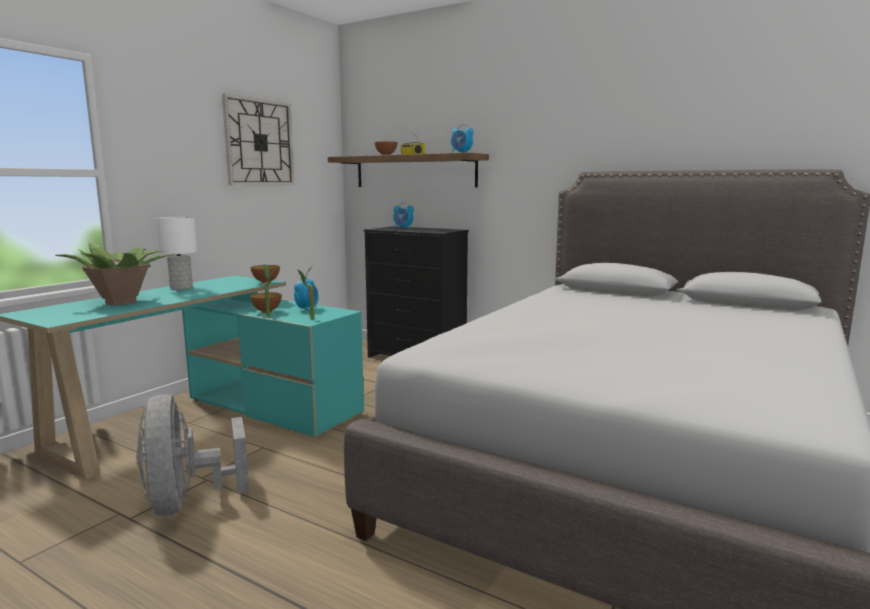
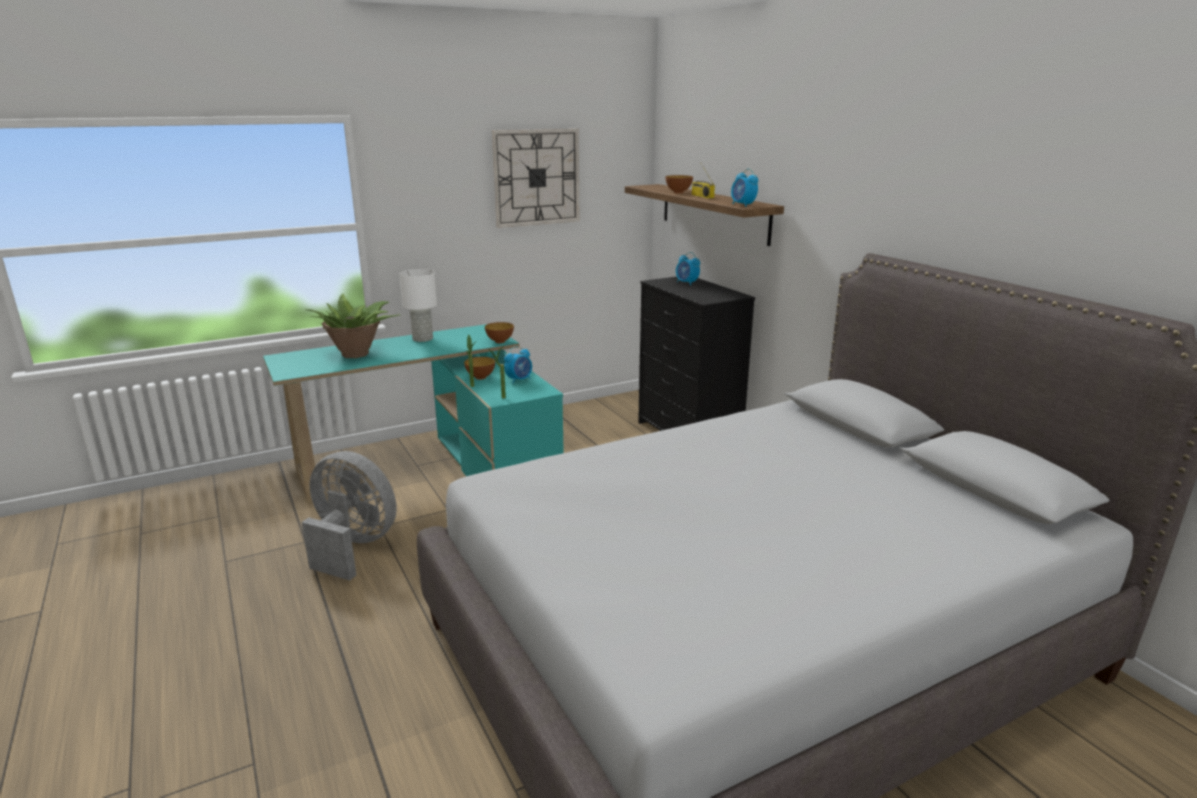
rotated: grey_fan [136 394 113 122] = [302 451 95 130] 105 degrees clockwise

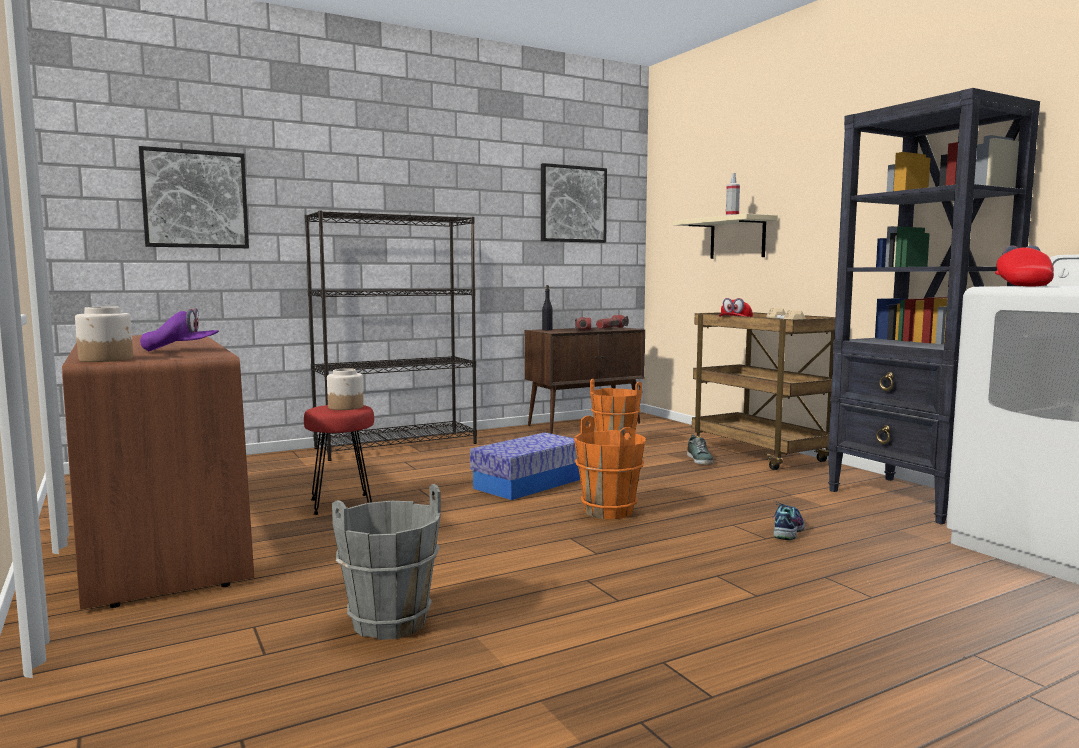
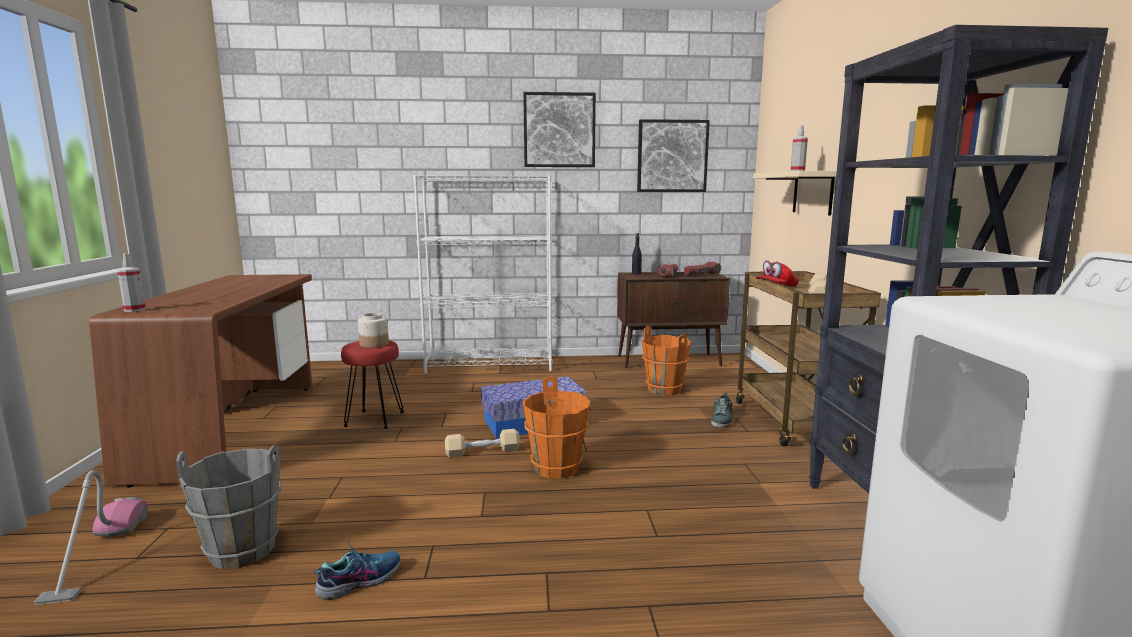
gone: purple_cap [140 308 79 43]; red_cap [995 245 59 42]
new: vacuum_cleaner [34 470 114 135]; beige_dumbbell [445 429 75 28]
shifted: picture [139 146 110 102] to [523 92 73 75]; shoe [772 500 33 40] to [314 542 87 58]
swapped: jar [75 306 58 56] to spray_bottle [117 253 29 59]
repainted: black_bookcase [305 211 172 250] to white_bookcase [413 175 139 199]

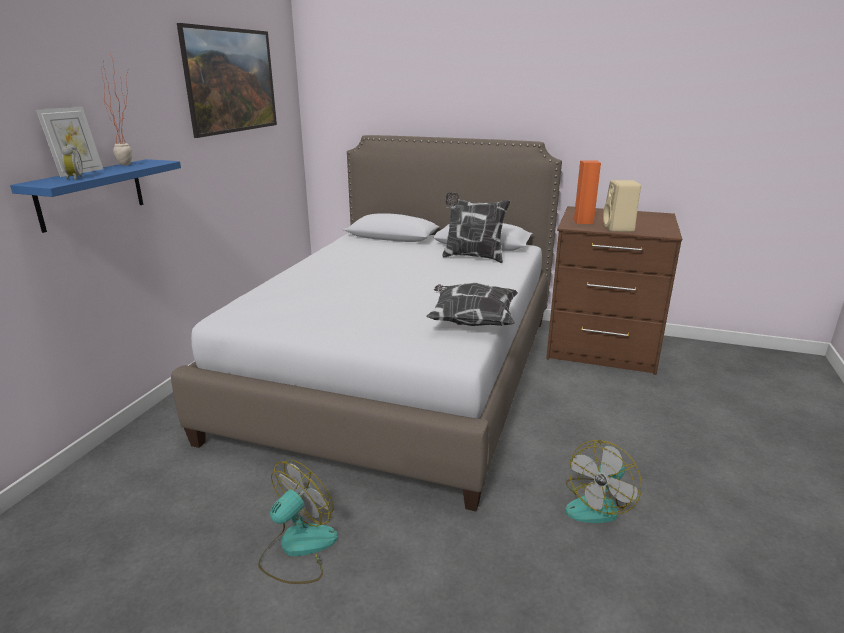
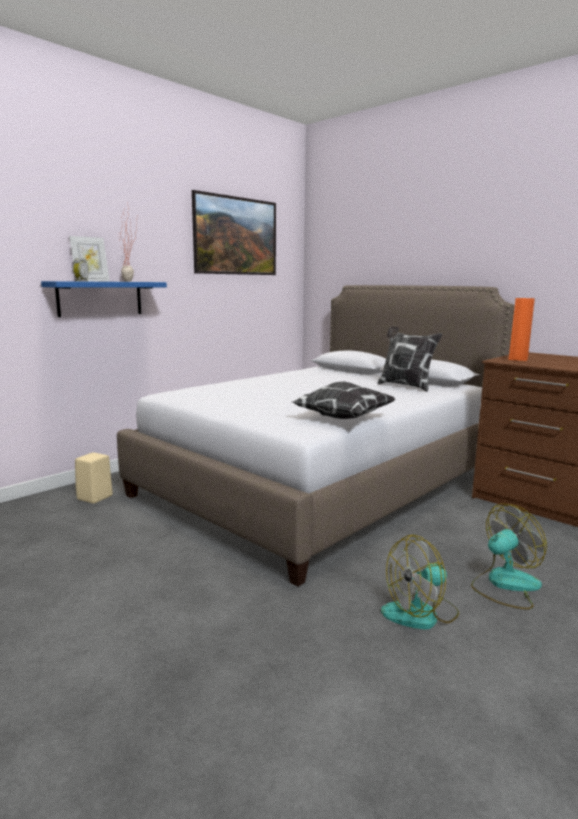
shifted: fan [258 460 80 124] to [471 503 76 106]; beige_speaker [603 180 38 52] to [75 452 38 52]

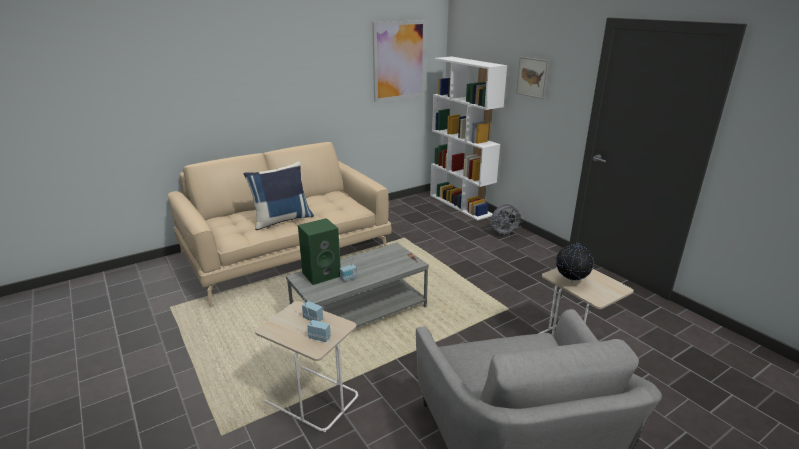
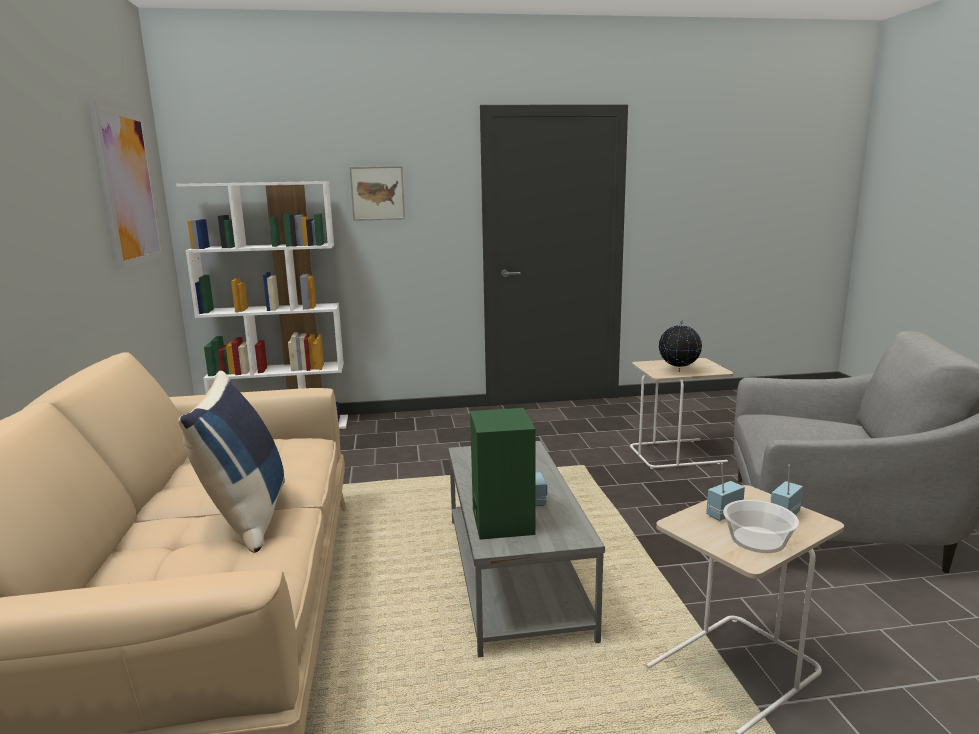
gone: grey_fan [491 204 32 32]
new: bowl [723 500 76 53]

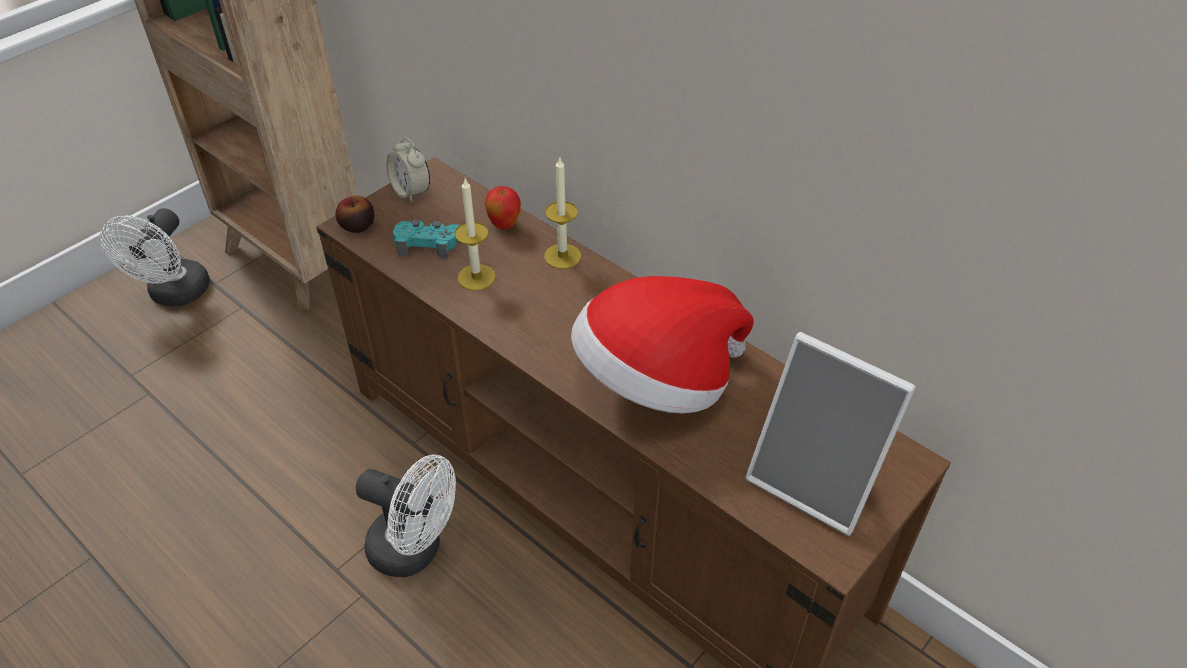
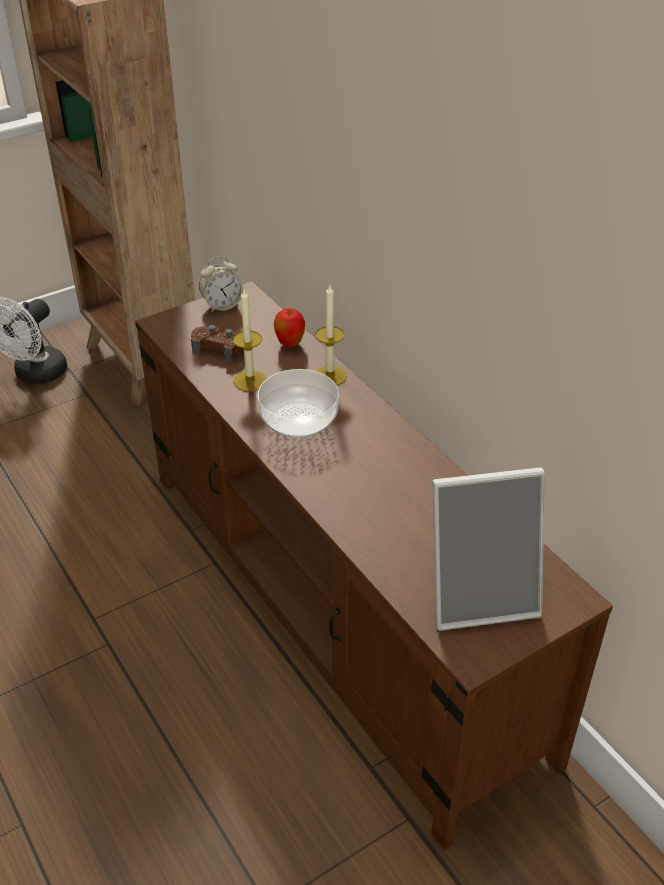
gone: apple [336 195 39 38]; white_fan [356 455 100 122]; hat [571 276 183 137]
new: bowl [257 369 82 69]
repainted: turquoise_game_controller [393 219 67 40] to brown_game_controller [191 325 52 37]
rotated: alarm_clock [386 137 44 66] = [199 256 44 57] 90 degrees counterclockwise; picture_frame [745 332 171 204] = [432 467 113 164] 60 degrees counterclockwise

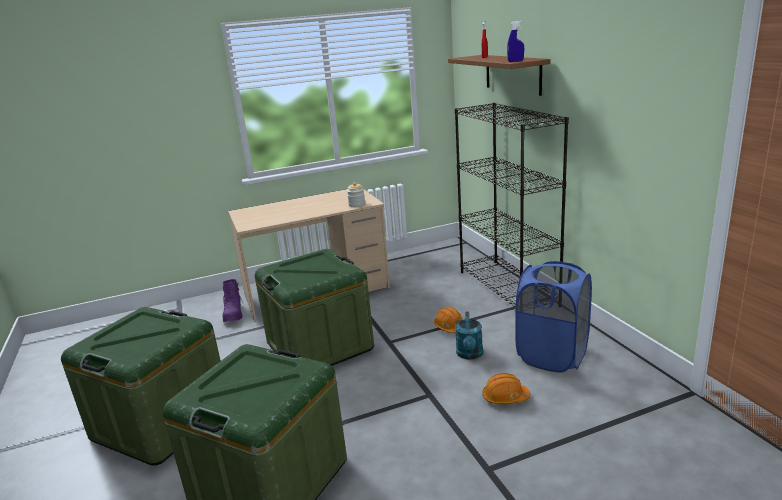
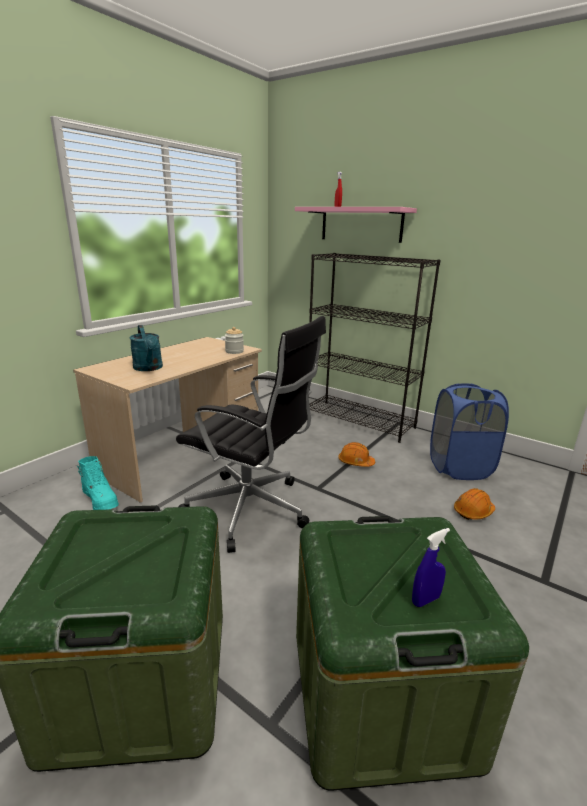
shifted: turquoise_watering_can [455 311 28 49] to [129 325 34 46]; blue_spray_bottle [507 21 17 41] to [412 528 38 79]
swapped: green_storage_box [255 249 119 117] to black_office_chair [176 316 150 237]
repainted: purple_boot [223 279 20 43] to turquoise_boot [77 456 42 54]; brown_shelf [448 55 103 41] to pink_shelf [295 207 122 36]

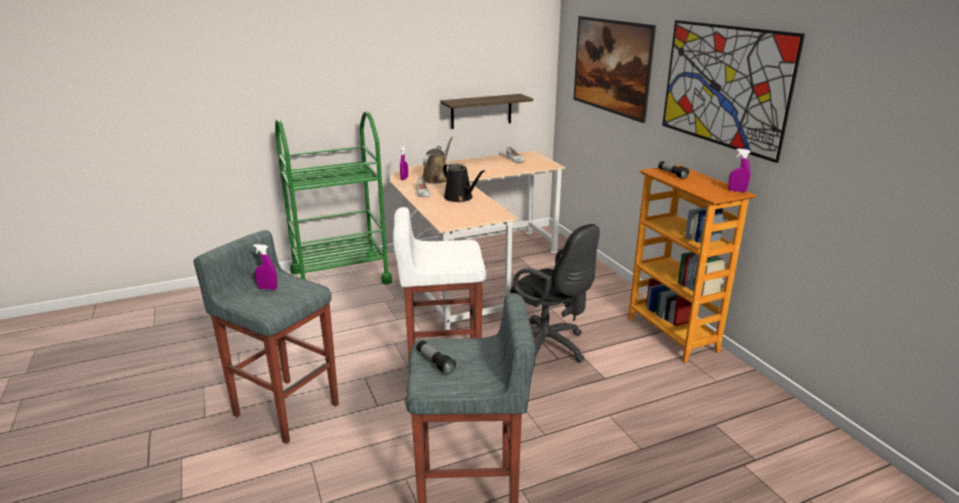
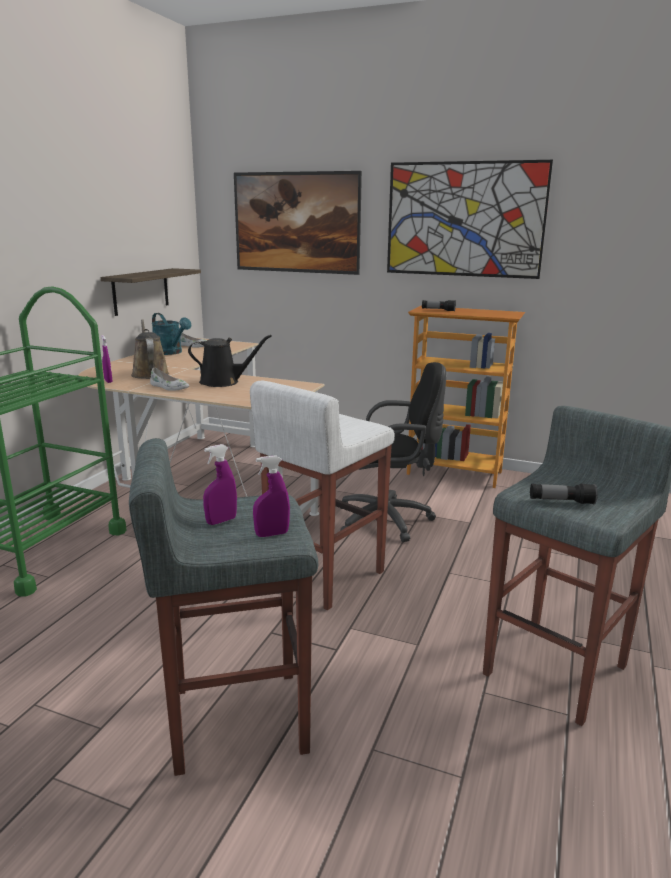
new: turquoise_watering_can [152 313 39 42]
shifted: purple_spray_bottle [728 148 23 44] to [253 455 37 82]

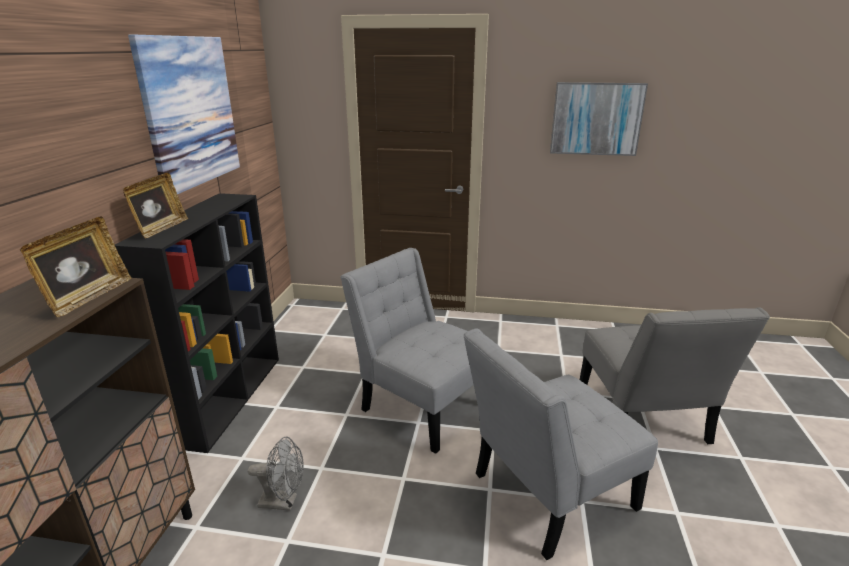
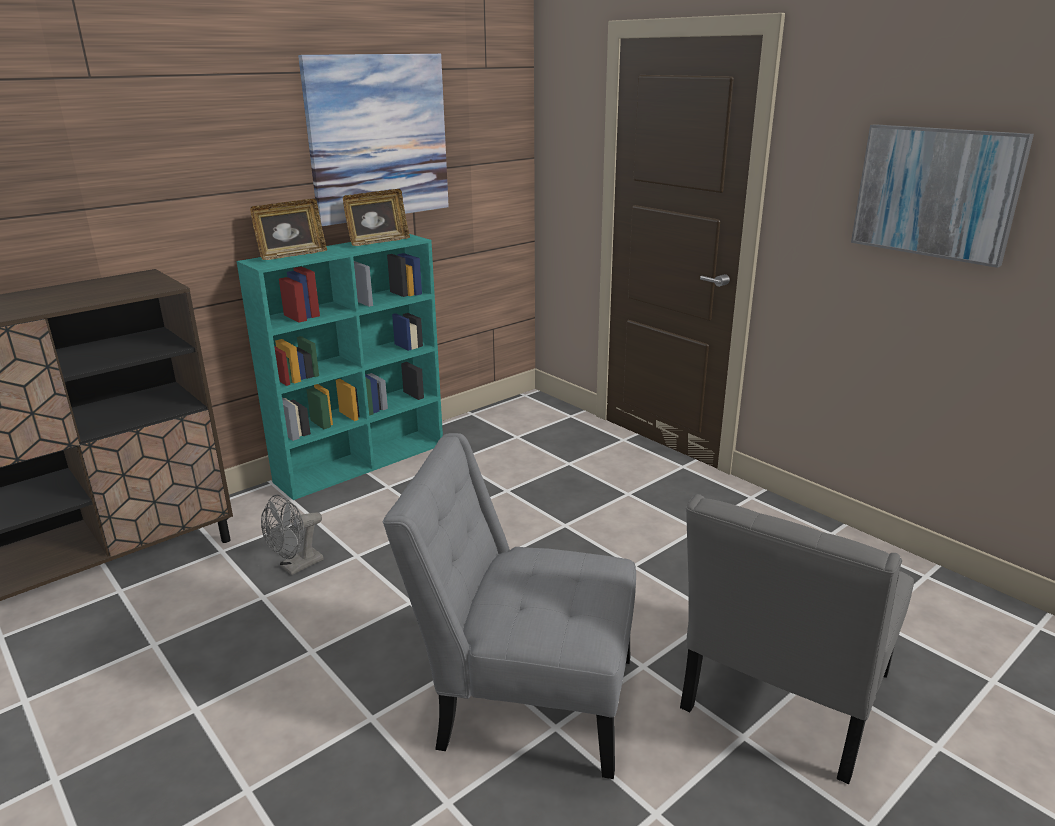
gone: grey_chair [341 248 133 206]
shifted: picture_frame [20 217 112 100] to [343 189 67 57]
repainted: black_bookcase [115 193 164 260] to turquoise_bookcase [236 234 207 266]
rotated: grey_fan [247 437 57 74] = [261 494 63 81] 90 degrees clockwise

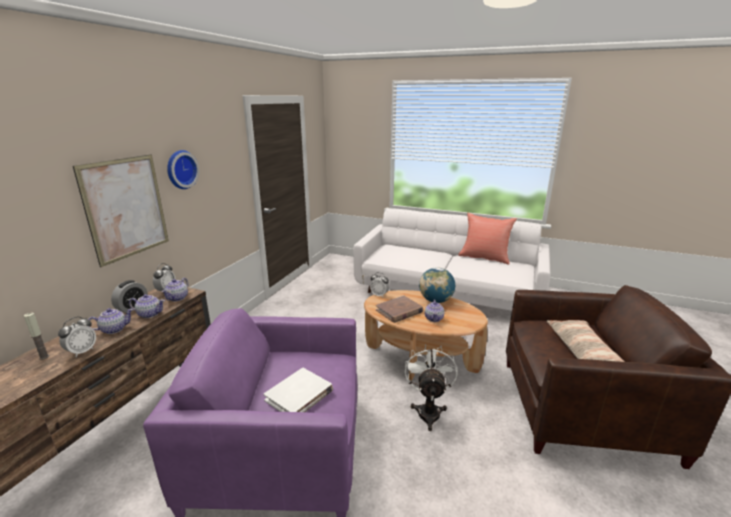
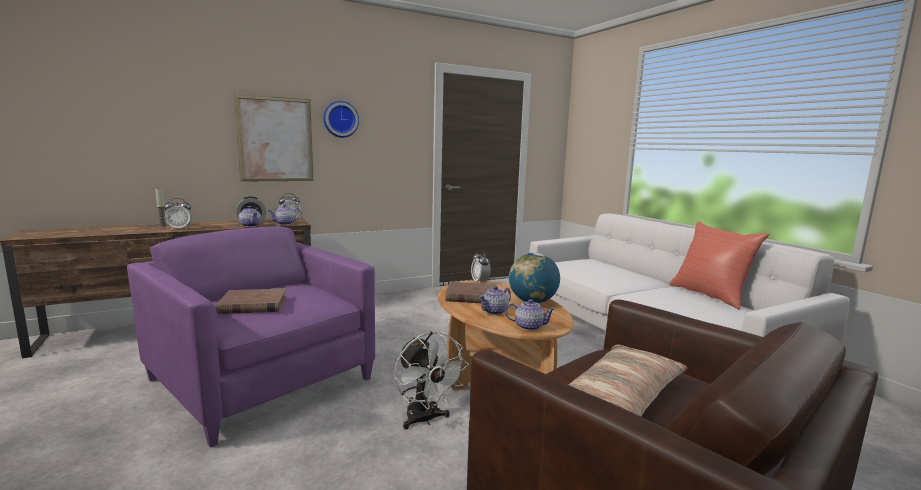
shifted: teapot [88 308 45 26] to [505 299 51 32]
repainted: white_book [264 368 69 44] to brown_book [216 288 71 26]
rotated: white_fan [405 344 53 87] = [394 331 75 98] 105 degrees clockwise

